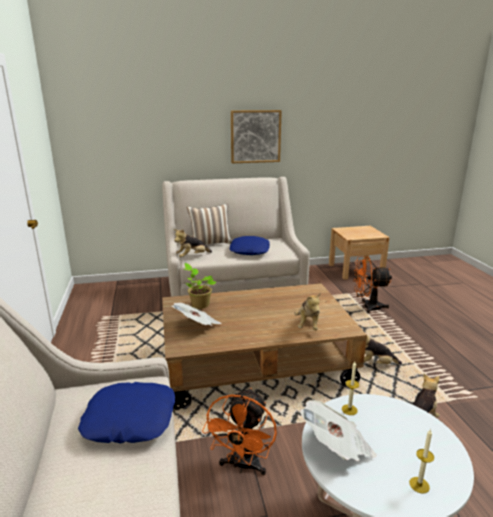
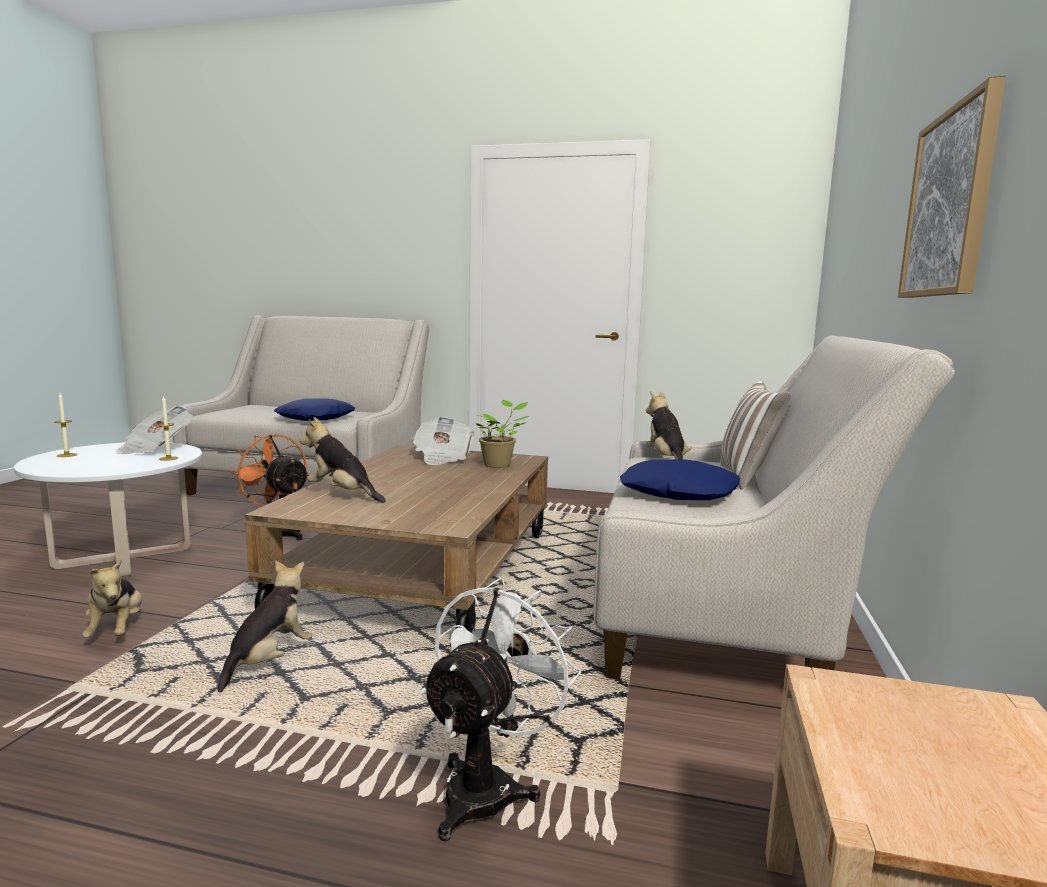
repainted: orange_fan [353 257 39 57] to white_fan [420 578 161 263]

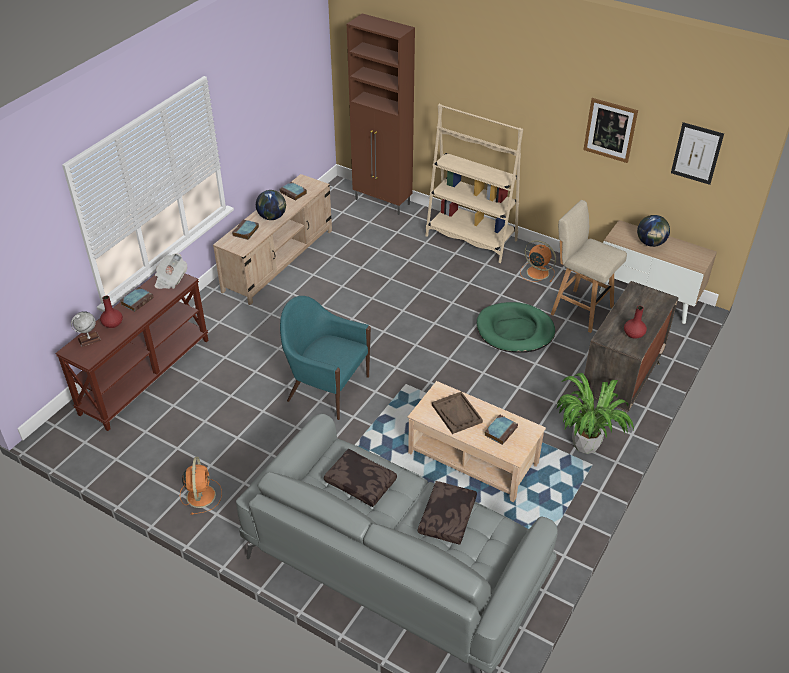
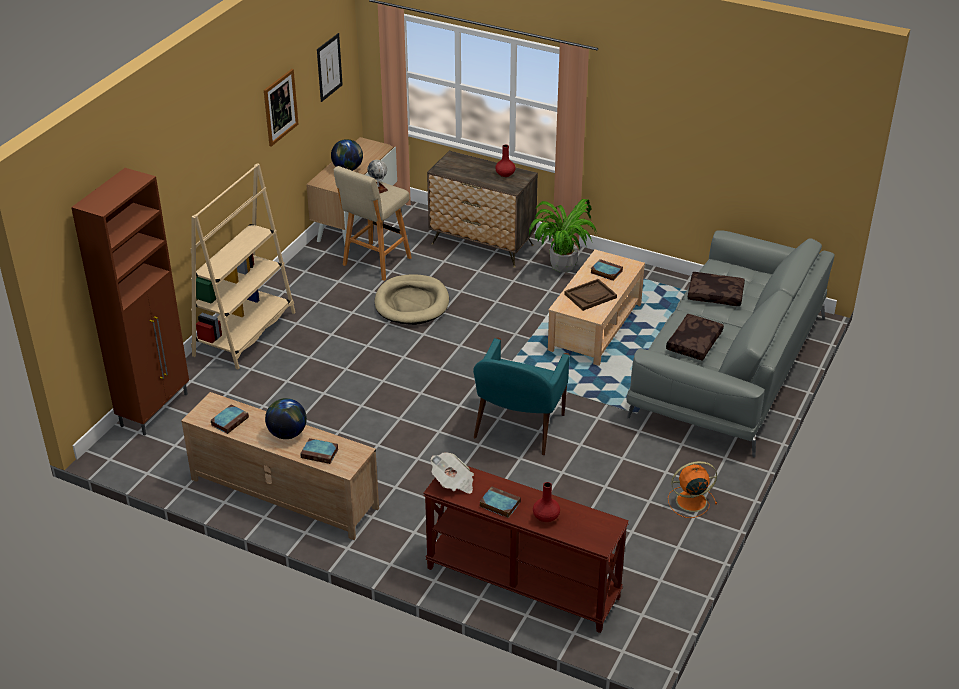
gone: orange_fan [520 240 36 42]
shifted: globe [71 311 30 36] to [367 160 21 34]
repainted: green_dog_bed [477 302 78 51] to beige_dog_bed [375 274 74 51]

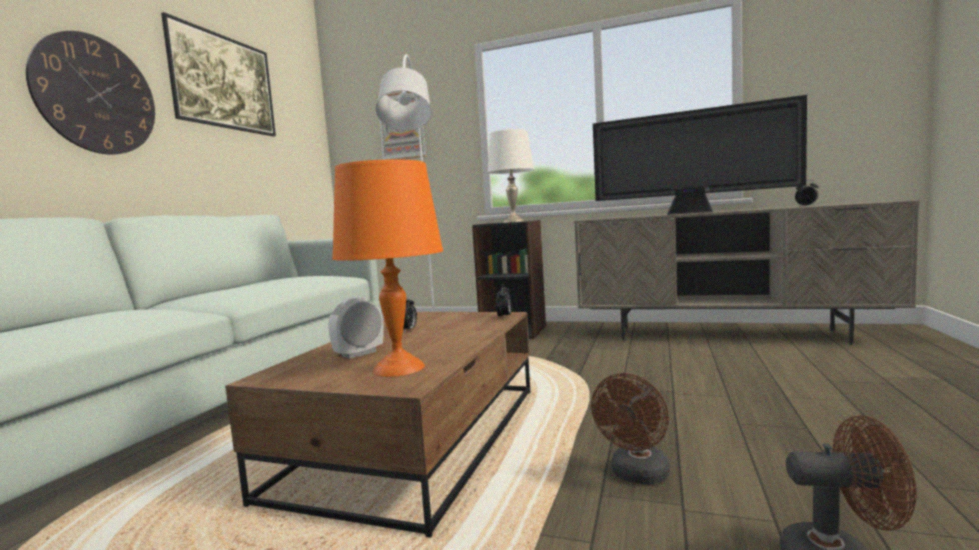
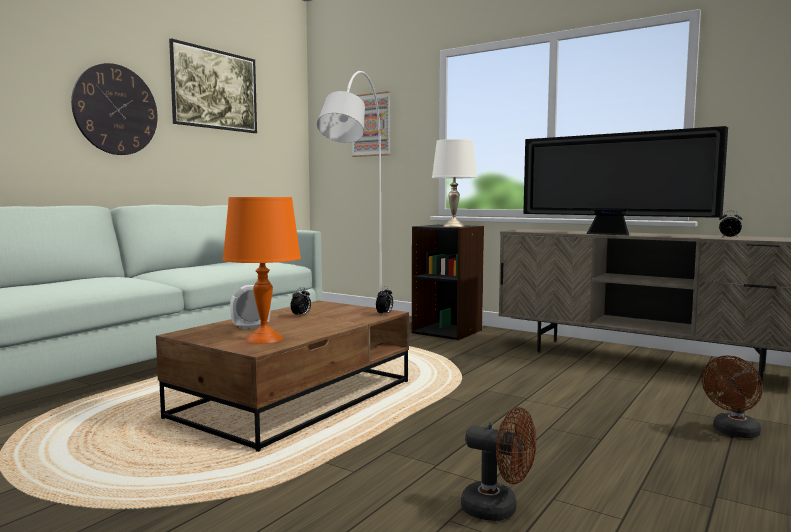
shifted: brown_fan [591 373 79 112] to [702 355 61 83]

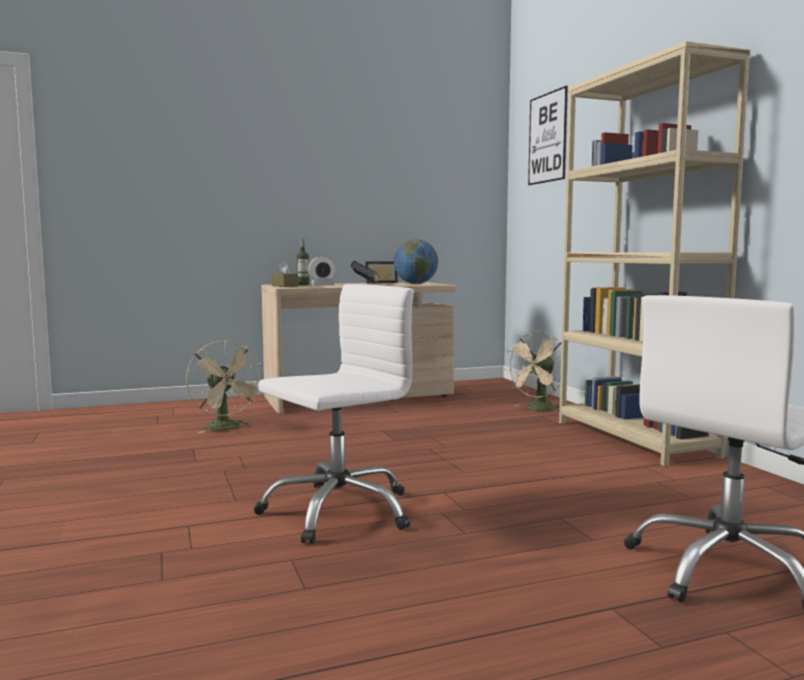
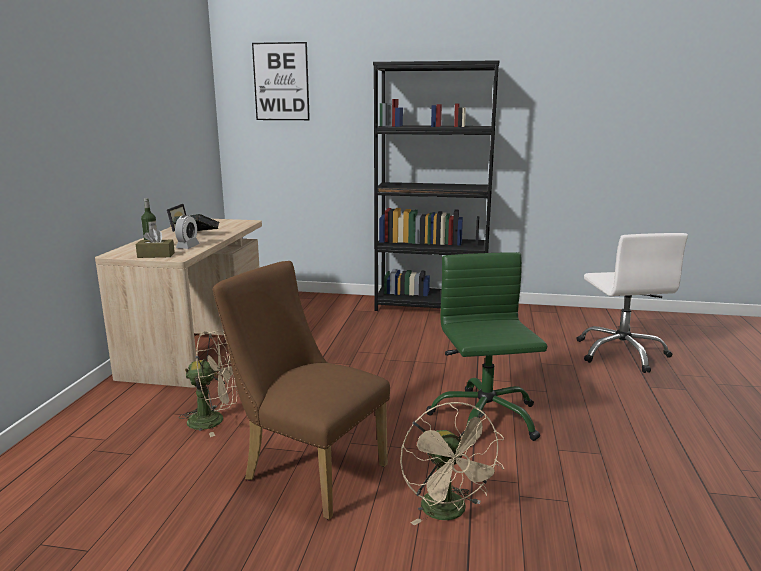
gone: globe [394 239 44 45]
new: brown_chair [213 261 177 259]
shifted: beige_fan [504 331 57 81] to [400 402 104 124]
repainted: white_office_chair [254 284 160 260] to green_office_chair [426 252 121 195]; beige_bookcase [559 41 192 426] to black_bookcase [373 60 126 251]

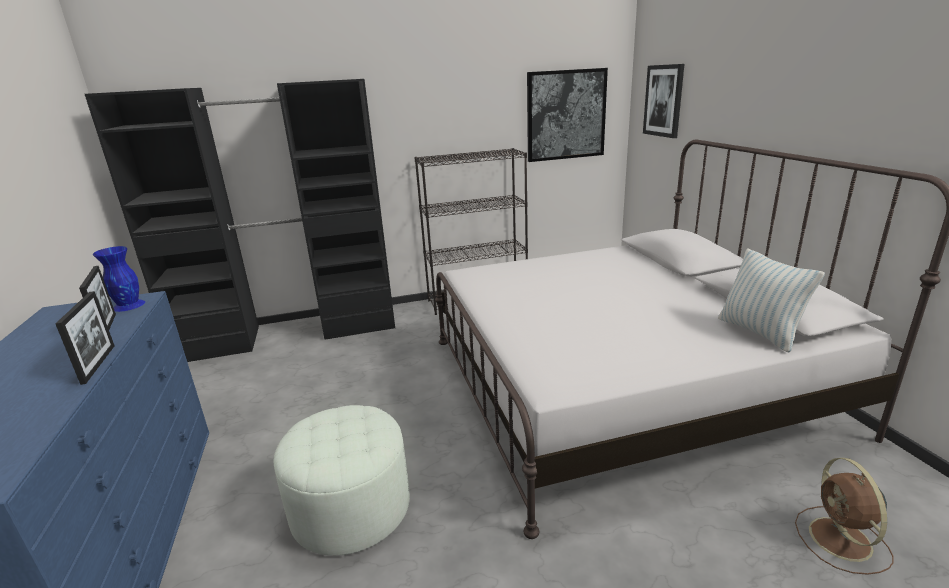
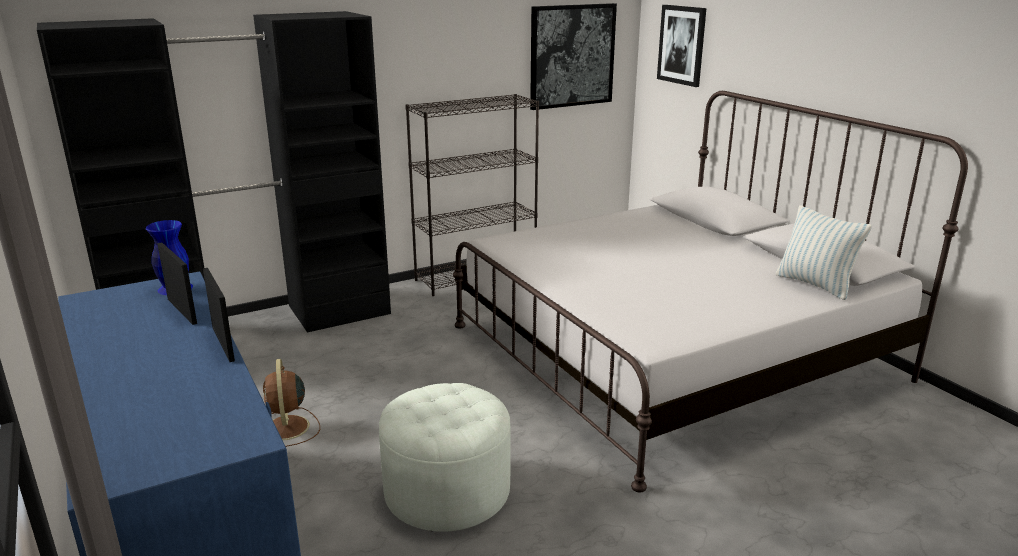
shifted: brown_fan [795 458 99 117] to [263 359 57 88]

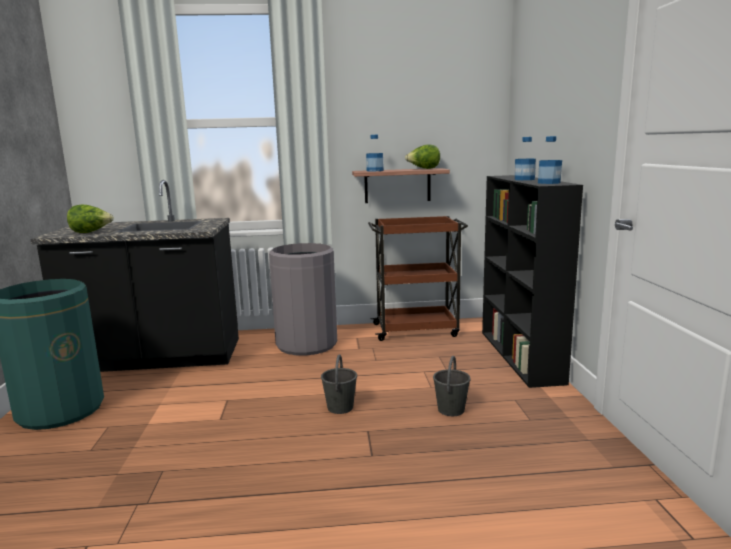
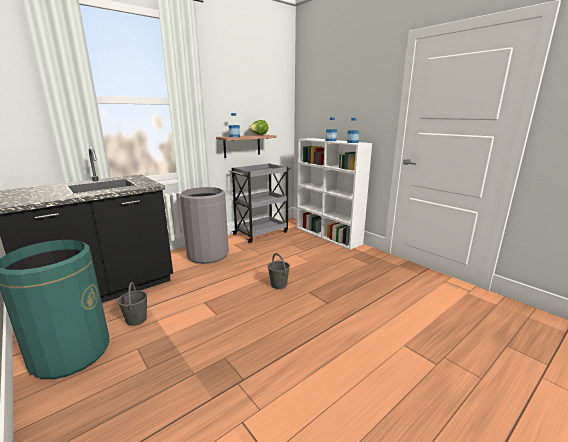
gone: lettuce [67 205 47 28]
shifted: grey_bucket [433 356 38 60] to [118 282 29 44]
repainted: brown_cart [368 216 100 125] to grey_cart [229 163 62 80]; black_bookcase [482 175 101 213] to white_bookcase [297 138 75 112]

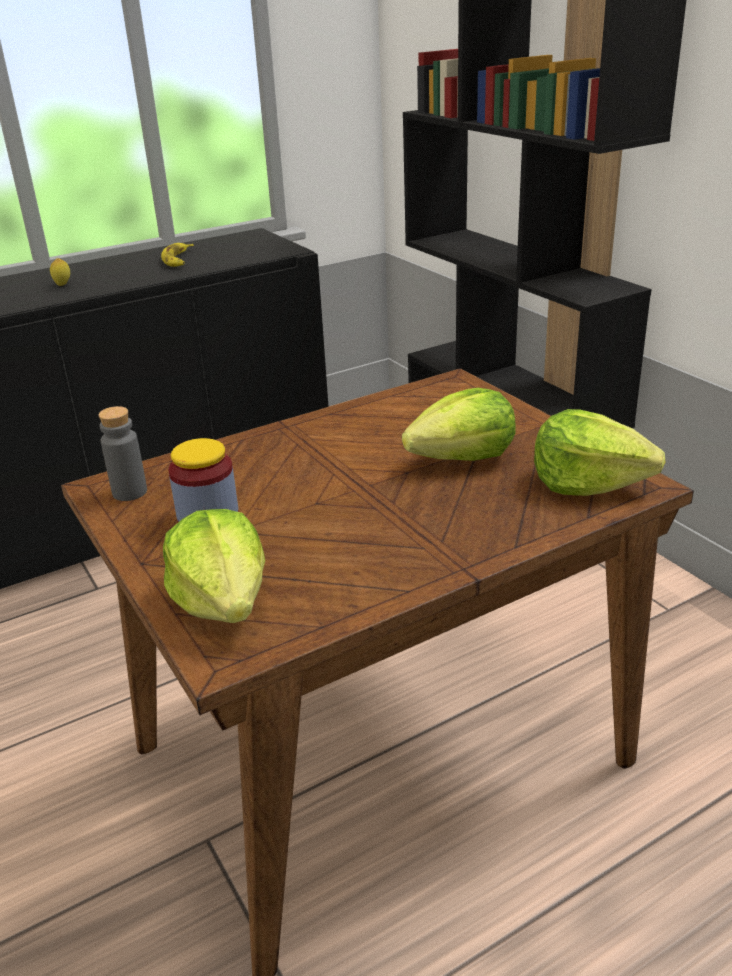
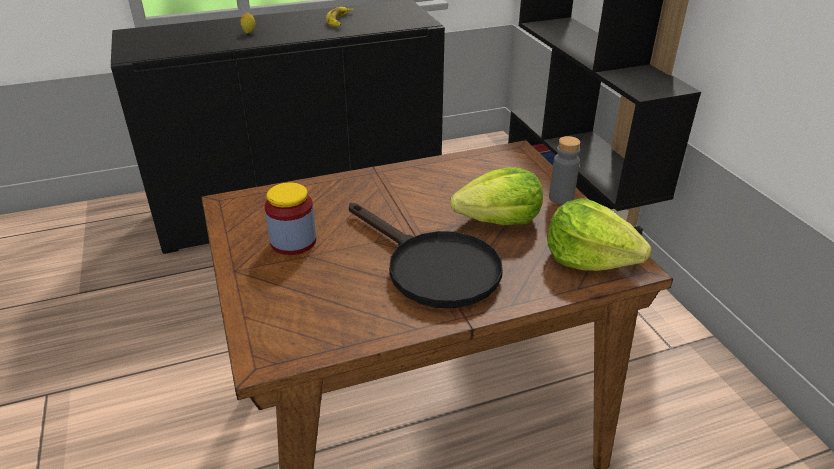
gone: lettuce [163 509 102 114]
new: black_frying_pan [349 203 154 105]
shifted: grey_bottle [98 406 49 95] to [549 136 31 68]

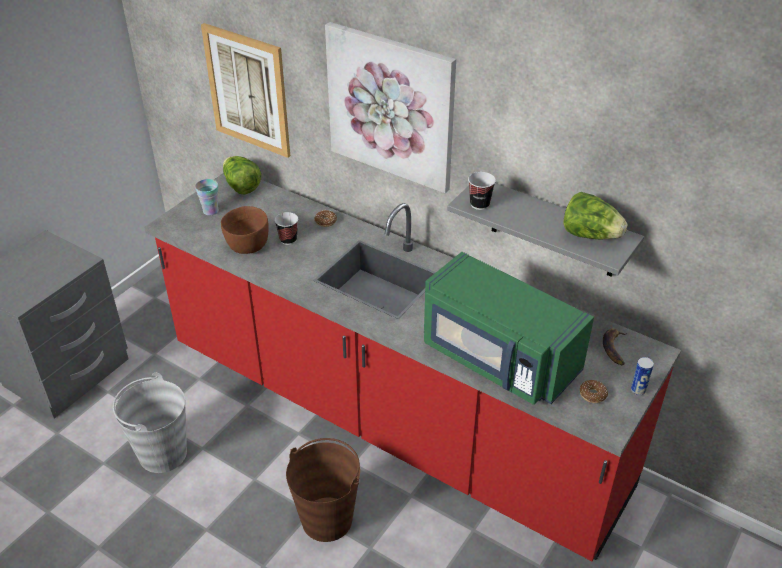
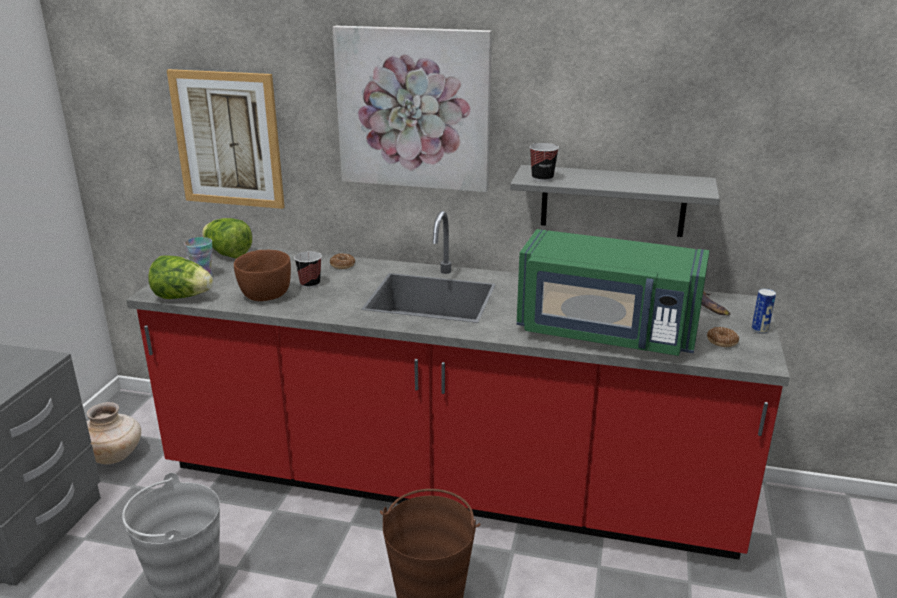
new: beige_vase [86 402 55 62]
shifted: lettuce [563 192 64 47] to [148 255 65 44]

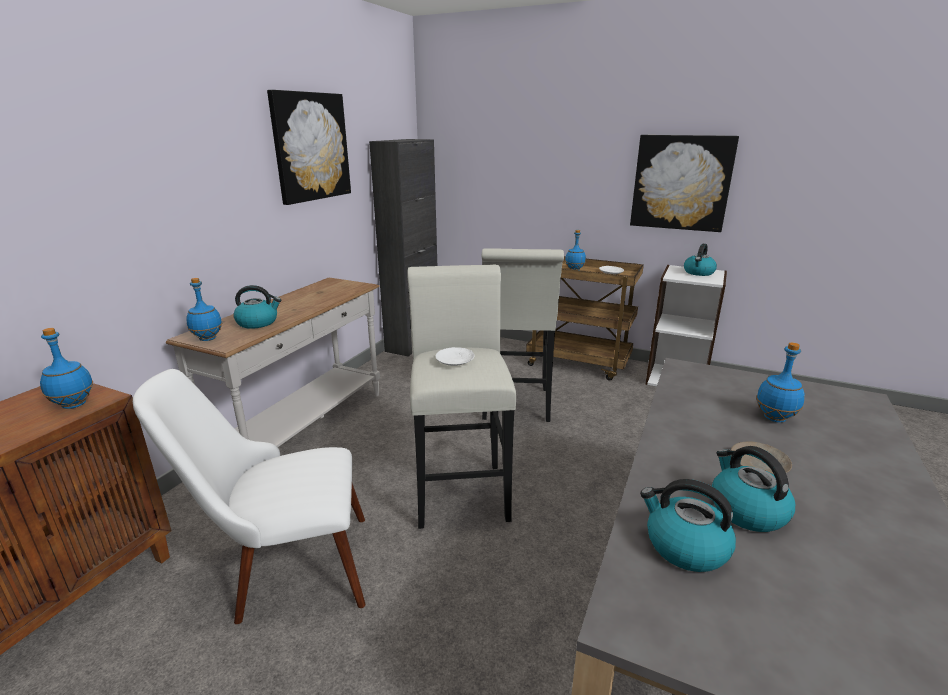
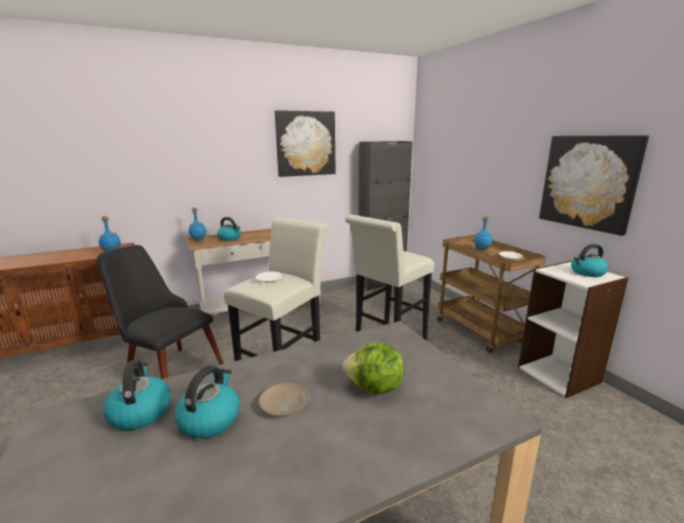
swapped: blue_bottle [756 342 48 81] to lettuce [343 343 61 52]
repainted: white_chair [133 369 232 255] to black_chair [97 245 127 134]

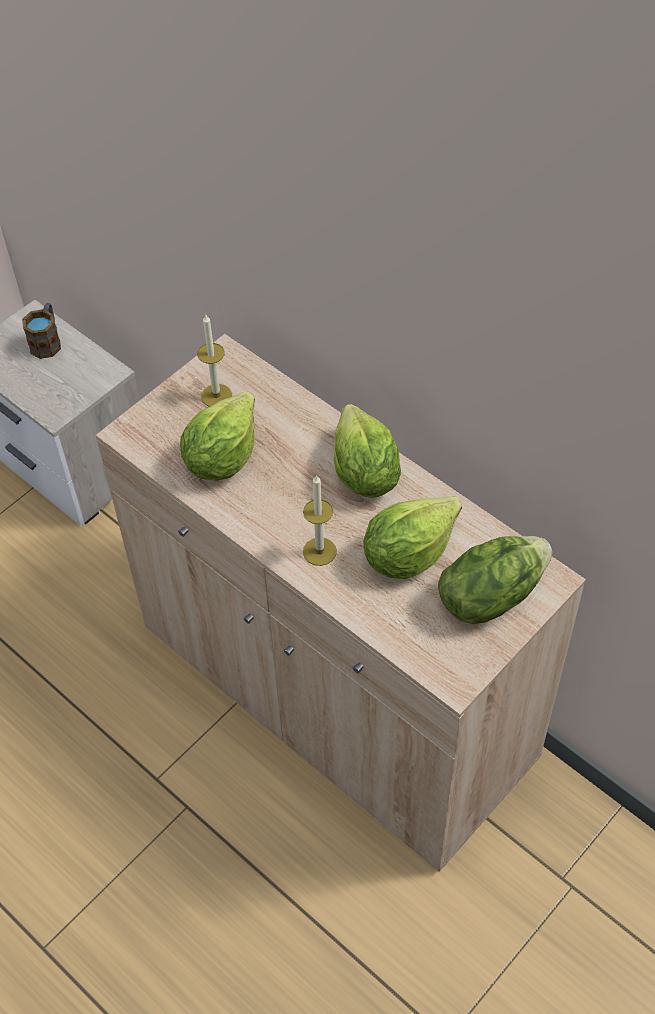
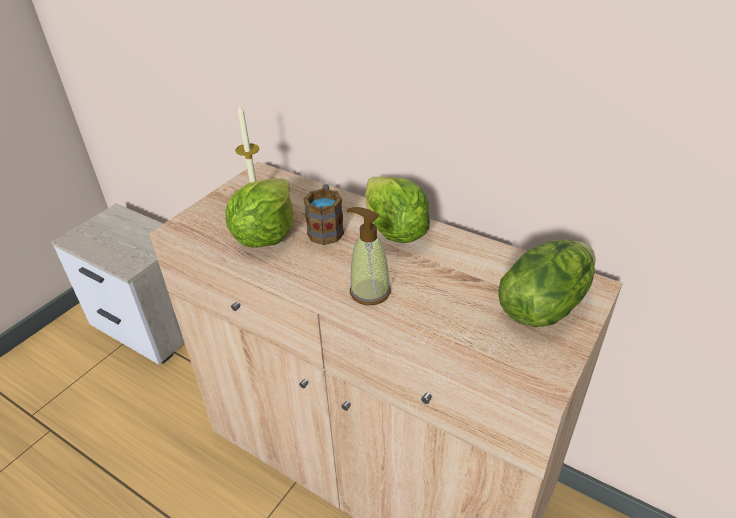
gone: lettuce [363 496 99 83]
shifted: mug [22 303 39 56] to [303 184 41 61]
swapped: candle [303 475 34 91] to soap_dispenser [346 207 45 98]

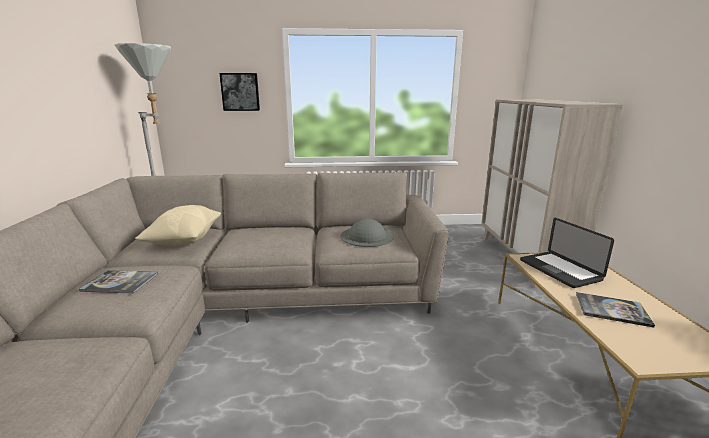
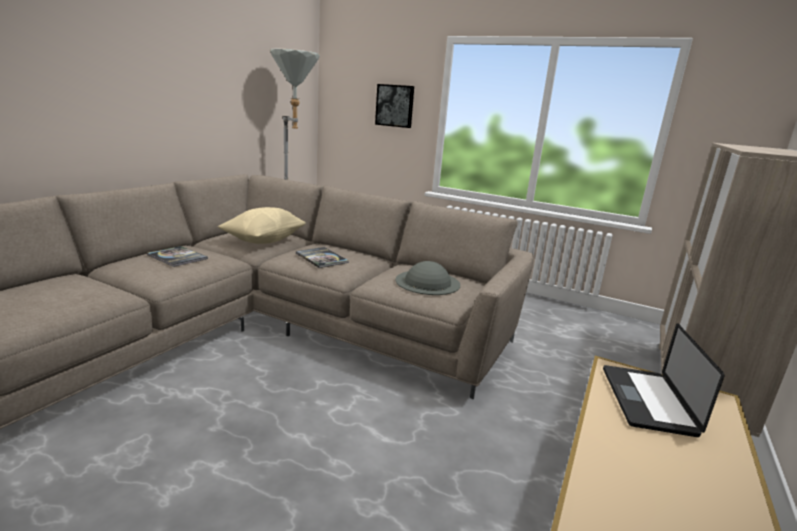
shifted: book [576 292 79 36] to [296 247 53 21]

